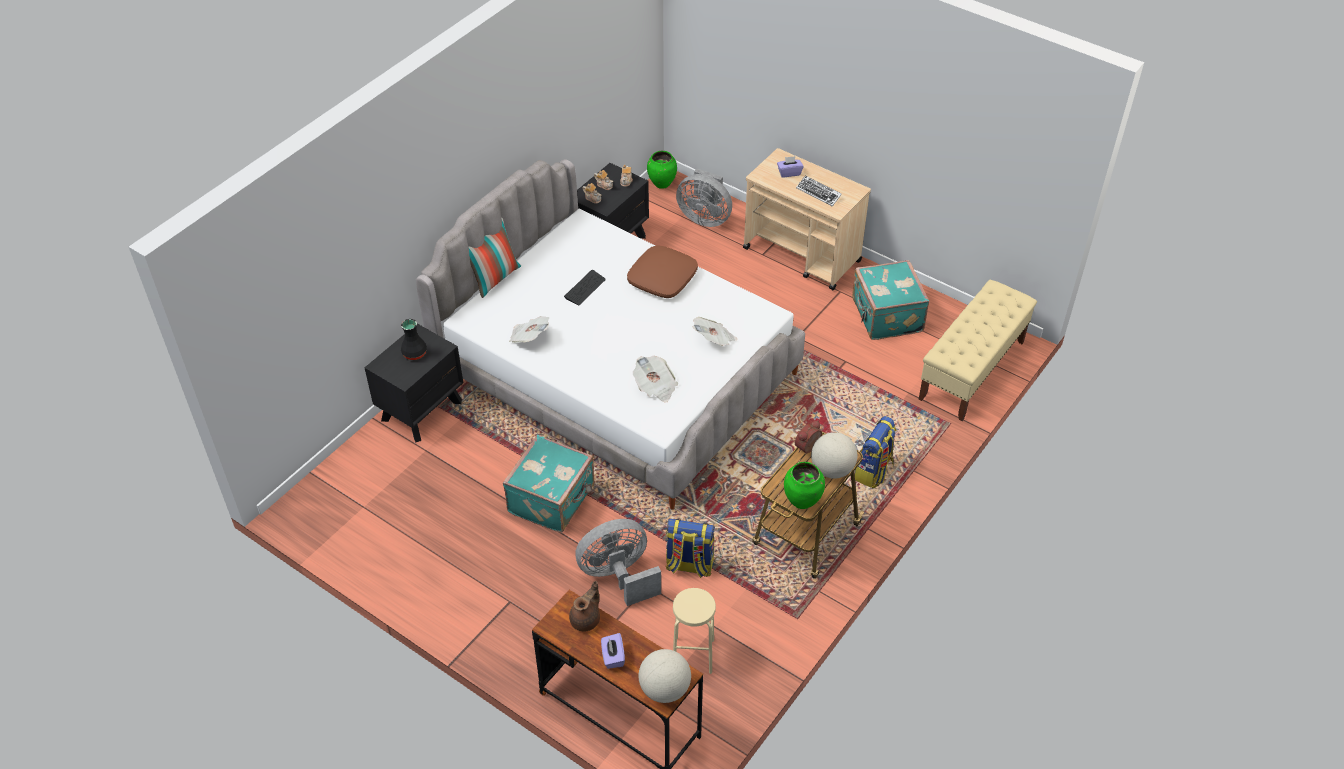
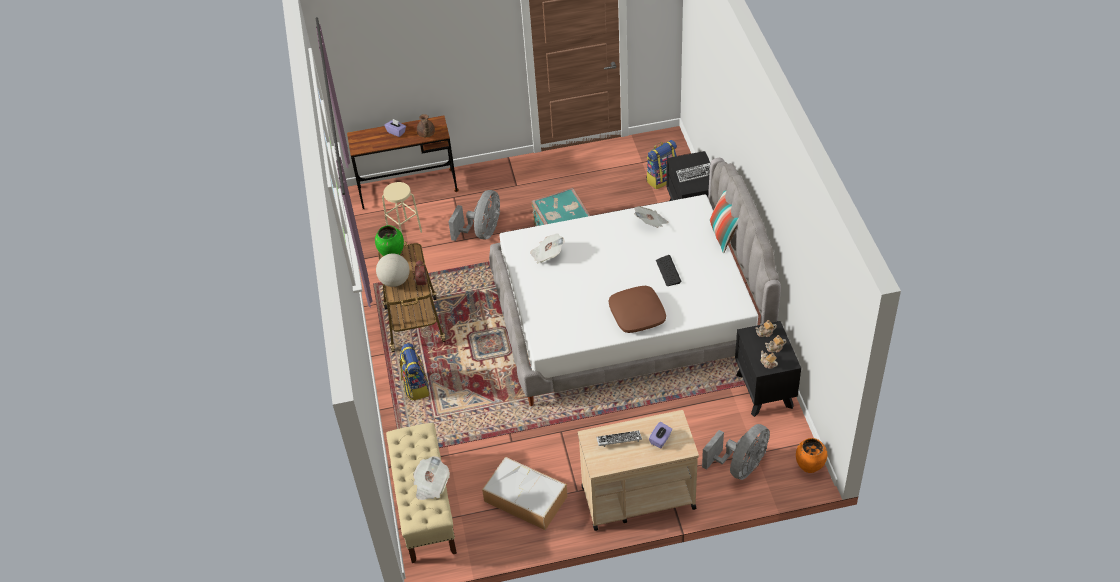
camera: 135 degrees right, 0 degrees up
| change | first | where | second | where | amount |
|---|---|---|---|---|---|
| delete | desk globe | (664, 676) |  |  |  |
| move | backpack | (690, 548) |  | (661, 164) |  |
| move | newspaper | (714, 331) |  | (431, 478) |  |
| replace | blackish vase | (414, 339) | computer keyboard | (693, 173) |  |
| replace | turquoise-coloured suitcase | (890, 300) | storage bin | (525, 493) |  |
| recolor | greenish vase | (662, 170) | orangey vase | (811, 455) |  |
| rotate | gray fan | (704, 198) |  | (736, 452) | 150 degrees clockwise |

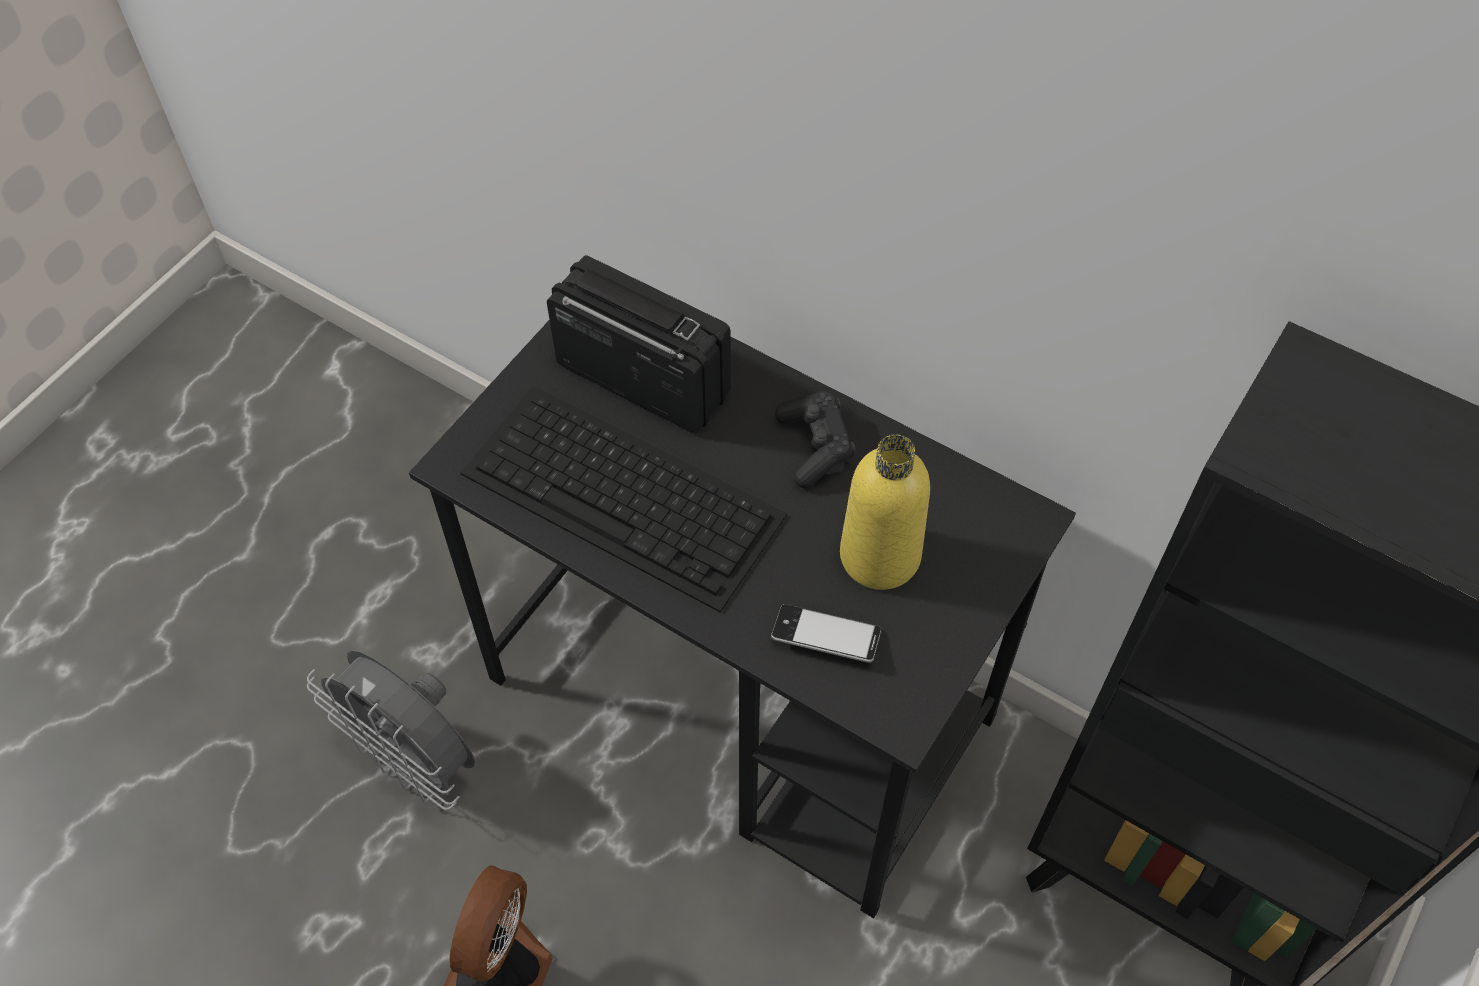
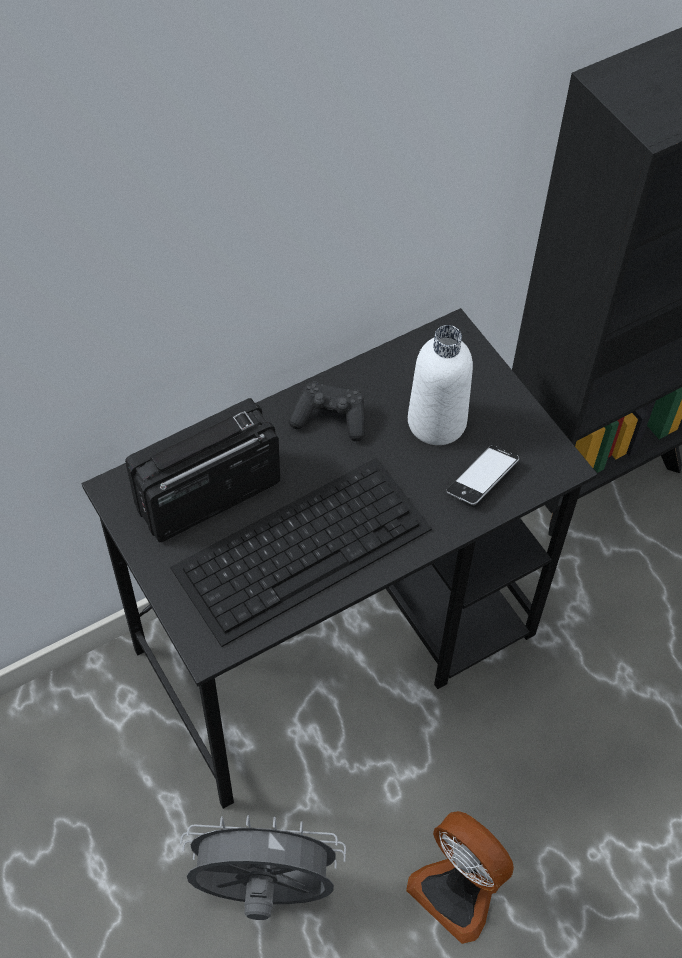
camera: 65 degrees left, 0 degrees up
| change | first | where | second | where | amount |
|---|---|---|---|---|---|
| recolor | yellow-coloured drink bottle | (885, 512) | white-coloured drink bottle | (440, 385) |  |
| rotate | gray fan | (391, 730) |  | (263, 867) | 150 degrees counterclockwise |

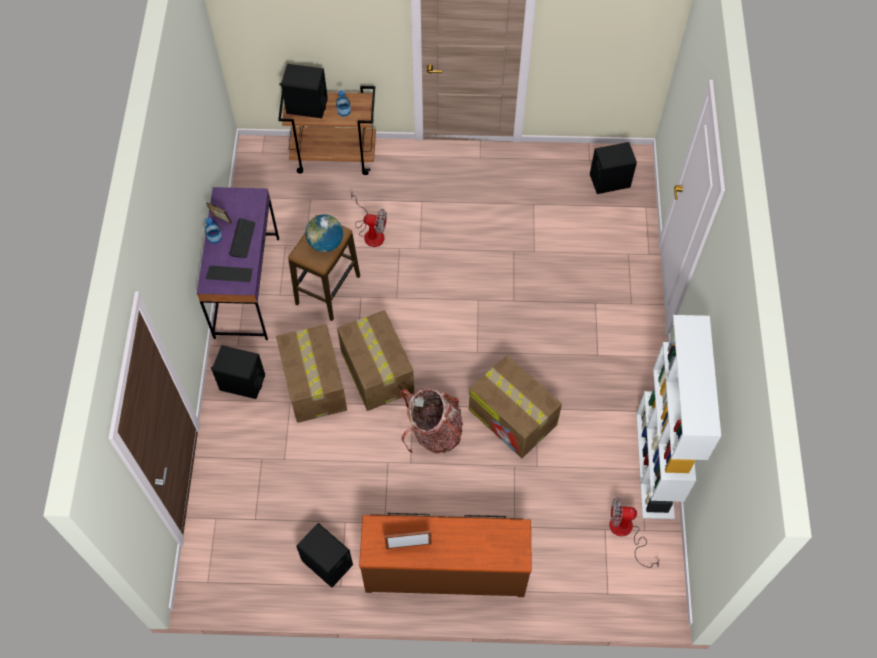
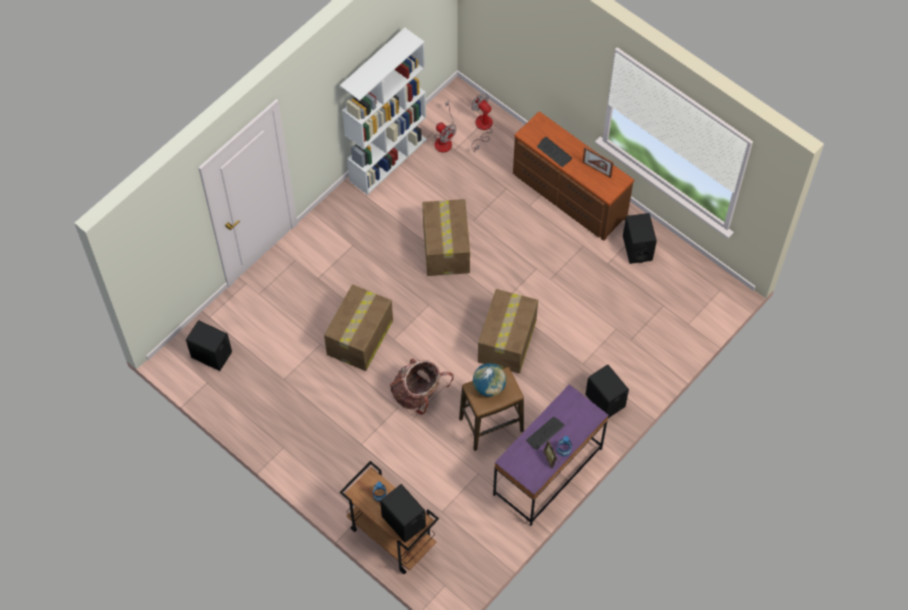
camera: 140 degrees left, 0 degrees up
| change | first | where | second | where | amount |
|---|---|---|---|---|---|
| move | computer keyboard | (229, 274) |  | (554, 152) |  |
| move | cardboard box | (311, 373) |  | (358, 327) |  |
| move | fan | (369, 219) |  | (482, 122) |  |
| move | backpack | (431, 421) |  | (422, 386) |  |

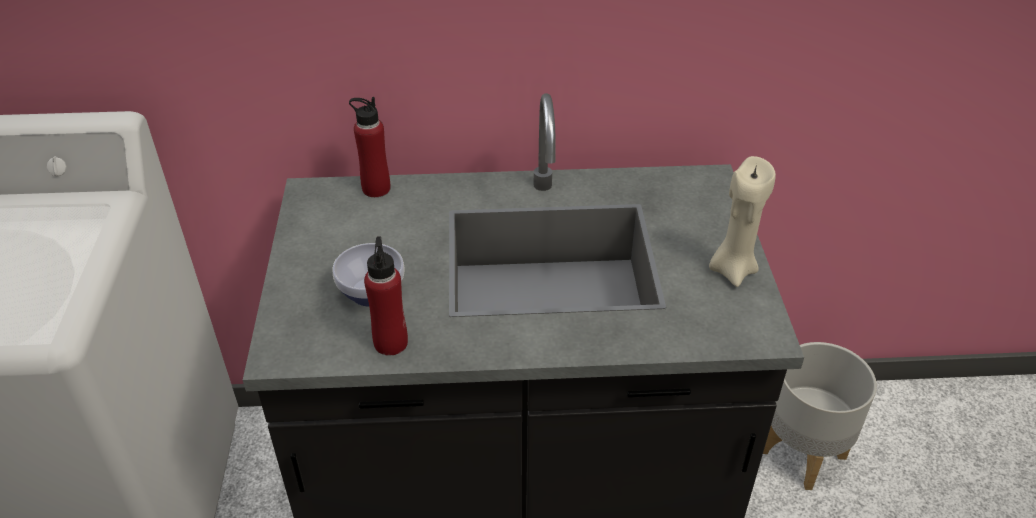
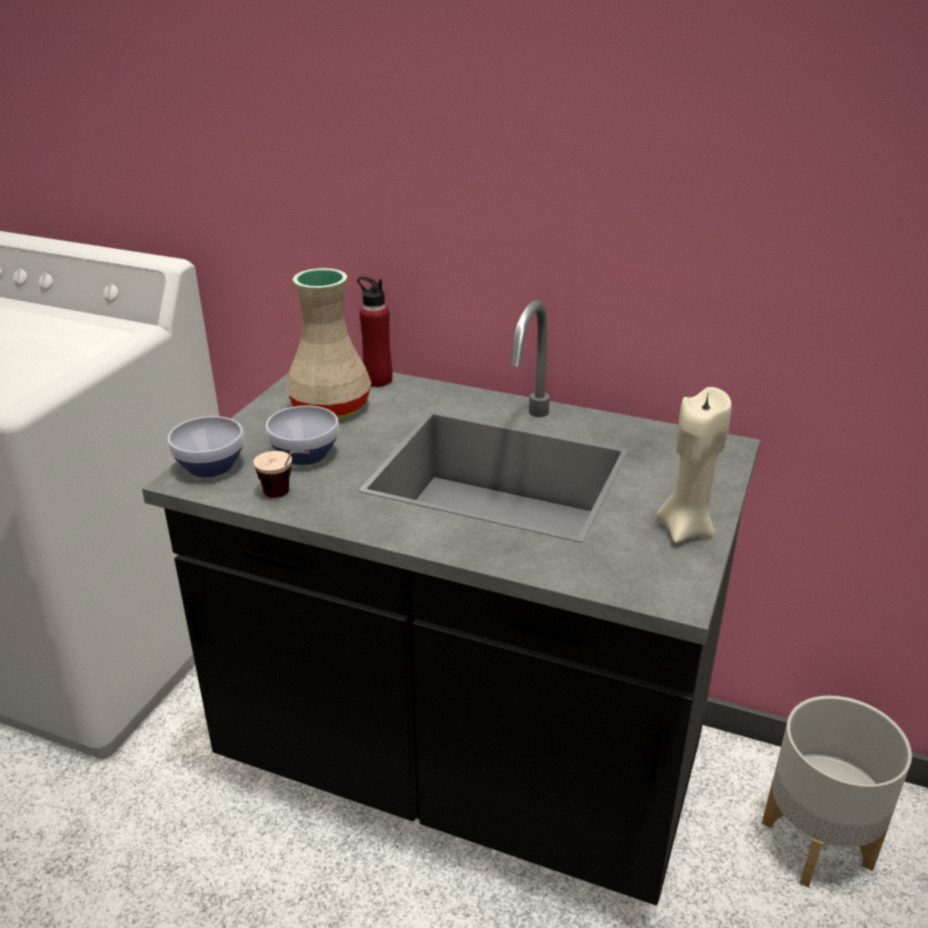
camera: 25 degrees right, 10 degrees down
| change | first | where | second | where | amount |
|---|---|---|---|---|---|
| insert |  |  | bowl | (206, 446) |  |
| insert |  |  | sand-coloured vase | (328, 343) |  |
| replace | reddish drink bottle | (386, 296) | cup | (281, 474) |  |

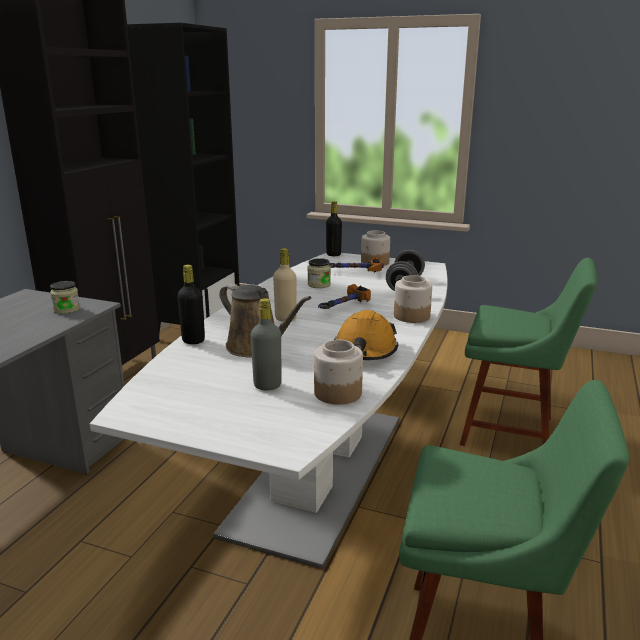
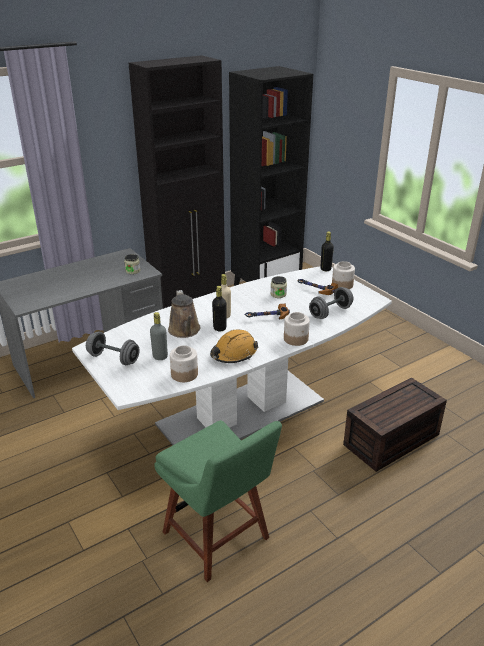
camera: 35 degrees right, 10 degrees up
| change | first | where | second | where | amount |
|---|---|---|---|---|---|
| insert |  |  | gray dumbbell | (113, 348) |  |
| move | blackish drink bottle | (191, 304) |  | (219, 308) |  |
| replace | greenish upright chair | (528, 352) | brown-coloured storage bin | (395, 424) |  |

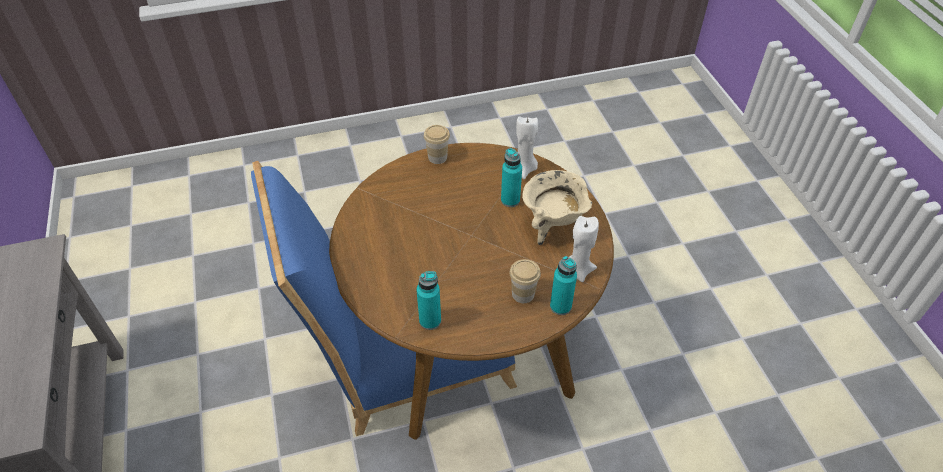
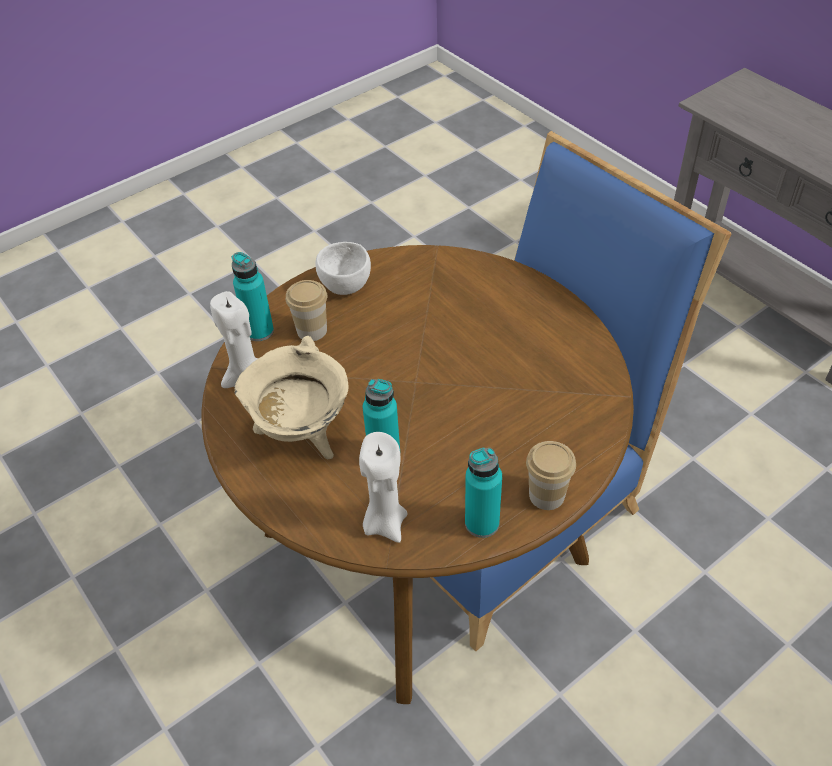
camera: 160 degrees right, 0 degrees up
| change | first | where | second | where | amount |
|---|---|---|---|---|---|
| insert |  |  | white-coloured bowl | (343, 268) |  |
| move | turquoise-coloured drink bottle | (428, 300) |  | (483, 493) |  |

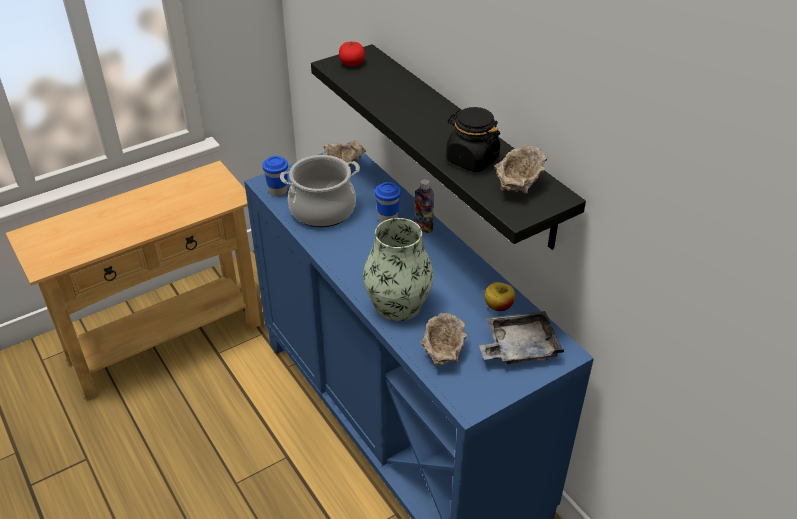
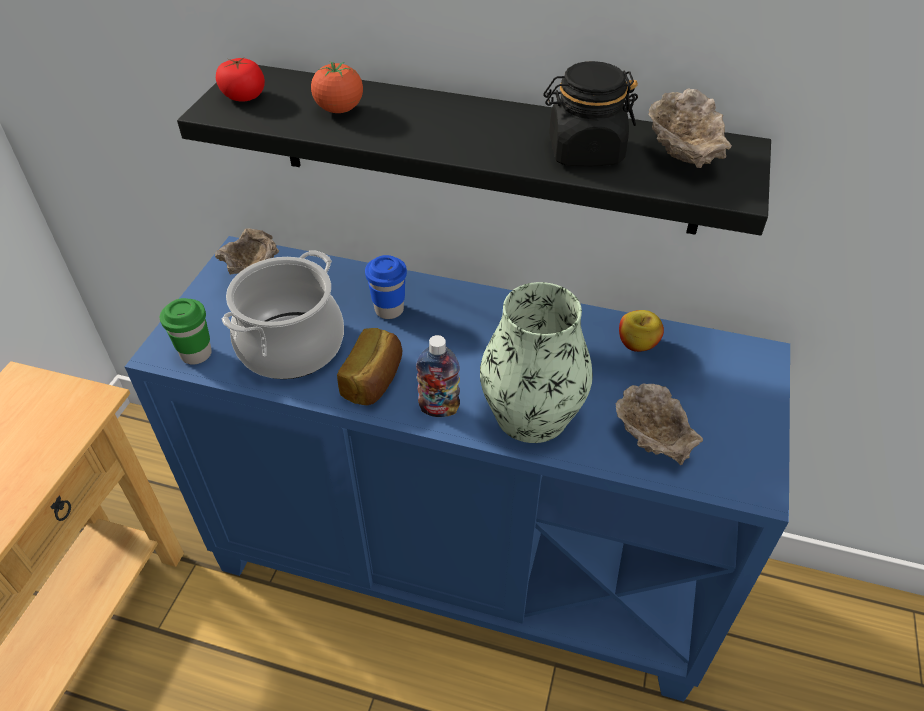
camera: 40 degrees left, 5 degrees up
| change | first | where | second | where | amount |
|---|---|---|---|---|---|
| delete | gray serving tray | (521, 337) |  |  |  |
| insert |  |  | tomato | (337, 87) |  |
| insert |  |  | baked bread | (369, 366) |  |
| move | drink bottle | (424, 206) |  | (438, 376) |  |
| recolor | bluish cup | (275, 176) | greenish cup | (186, 331) |  |

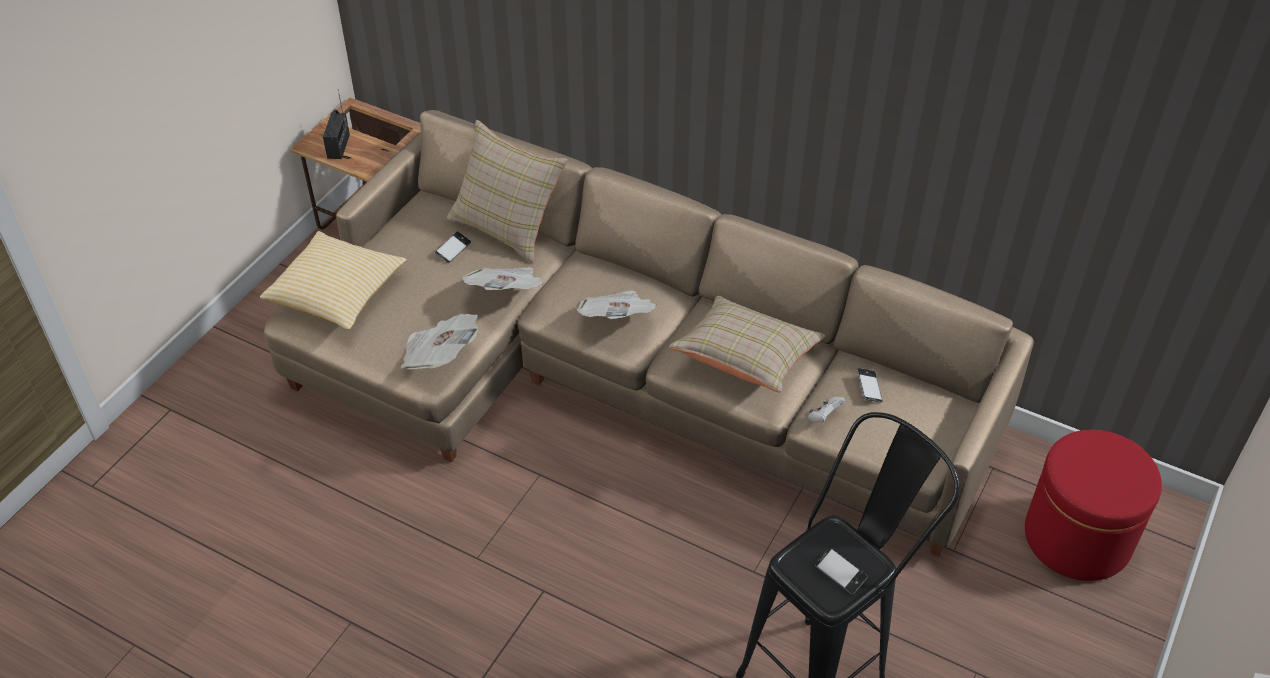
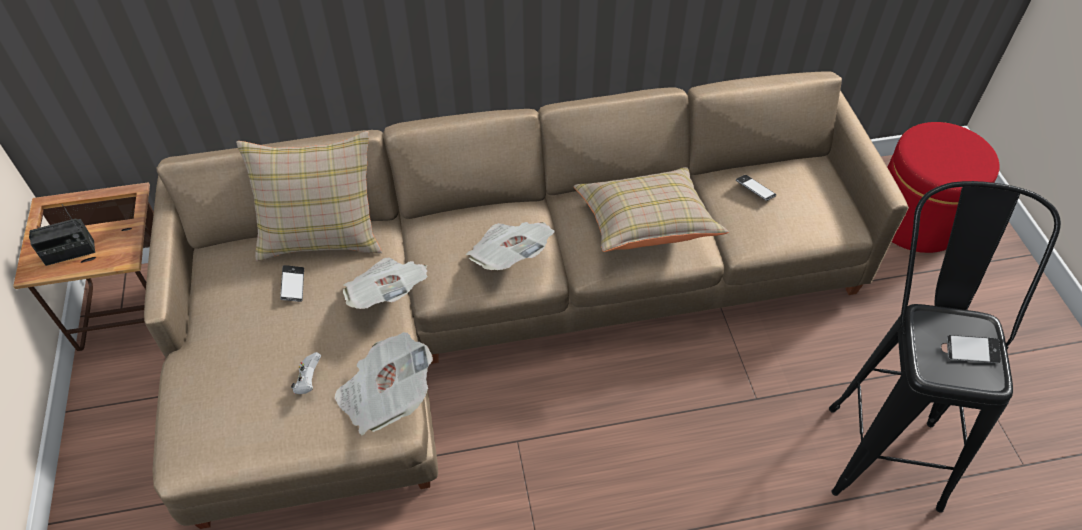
camera: 40 degrees left, 5 degrees up
| change | first | where | second | where | amount |
|---|---|---|---|---|---|
| delete | cushion | (333, 280) |  |  |  |
| move | white-coloured gamepad | (827, 410) |  | (306, 373) |  |
| rotate | radio receiver | (336, 125) |  | (62, 235) | 105 degrees clockwise |

